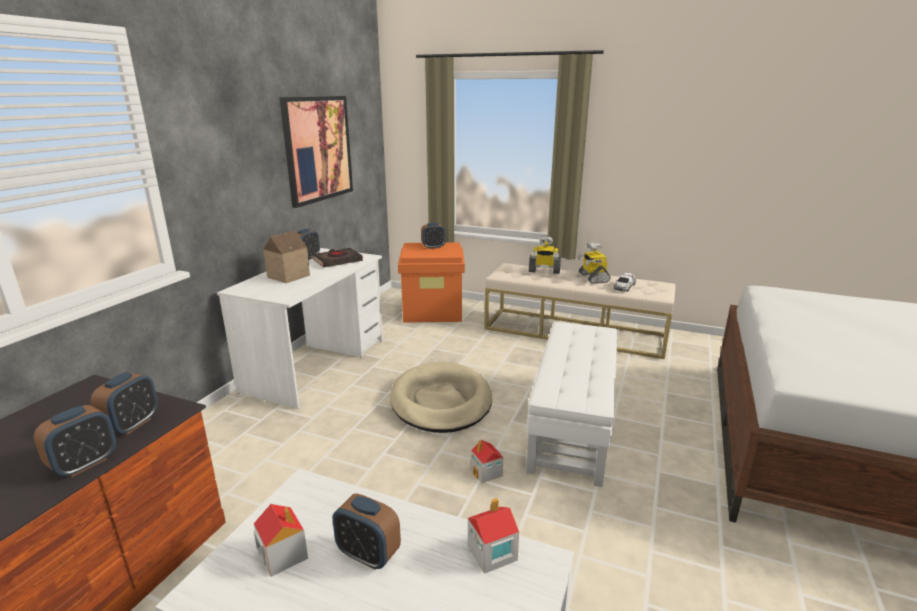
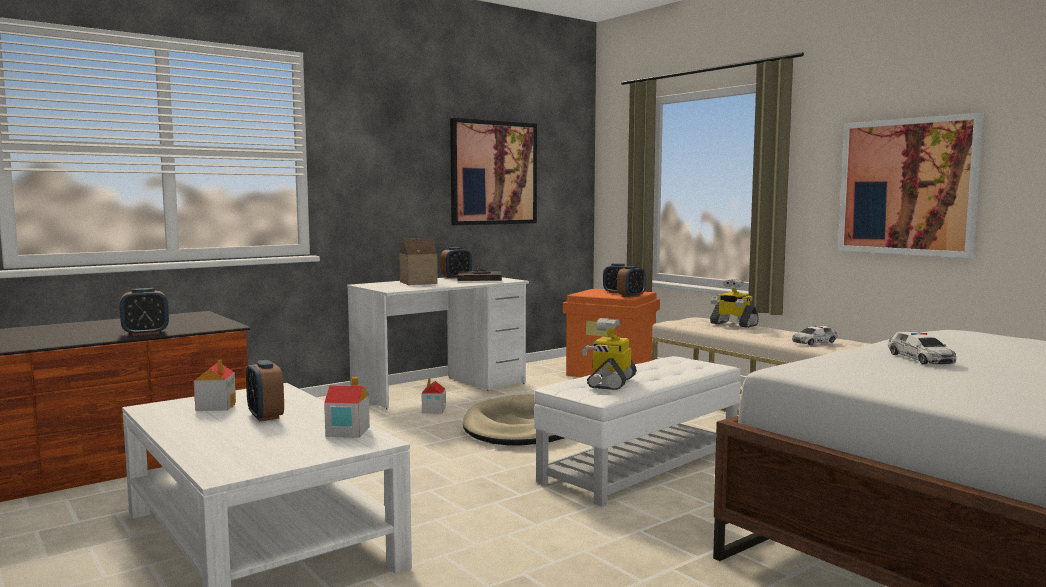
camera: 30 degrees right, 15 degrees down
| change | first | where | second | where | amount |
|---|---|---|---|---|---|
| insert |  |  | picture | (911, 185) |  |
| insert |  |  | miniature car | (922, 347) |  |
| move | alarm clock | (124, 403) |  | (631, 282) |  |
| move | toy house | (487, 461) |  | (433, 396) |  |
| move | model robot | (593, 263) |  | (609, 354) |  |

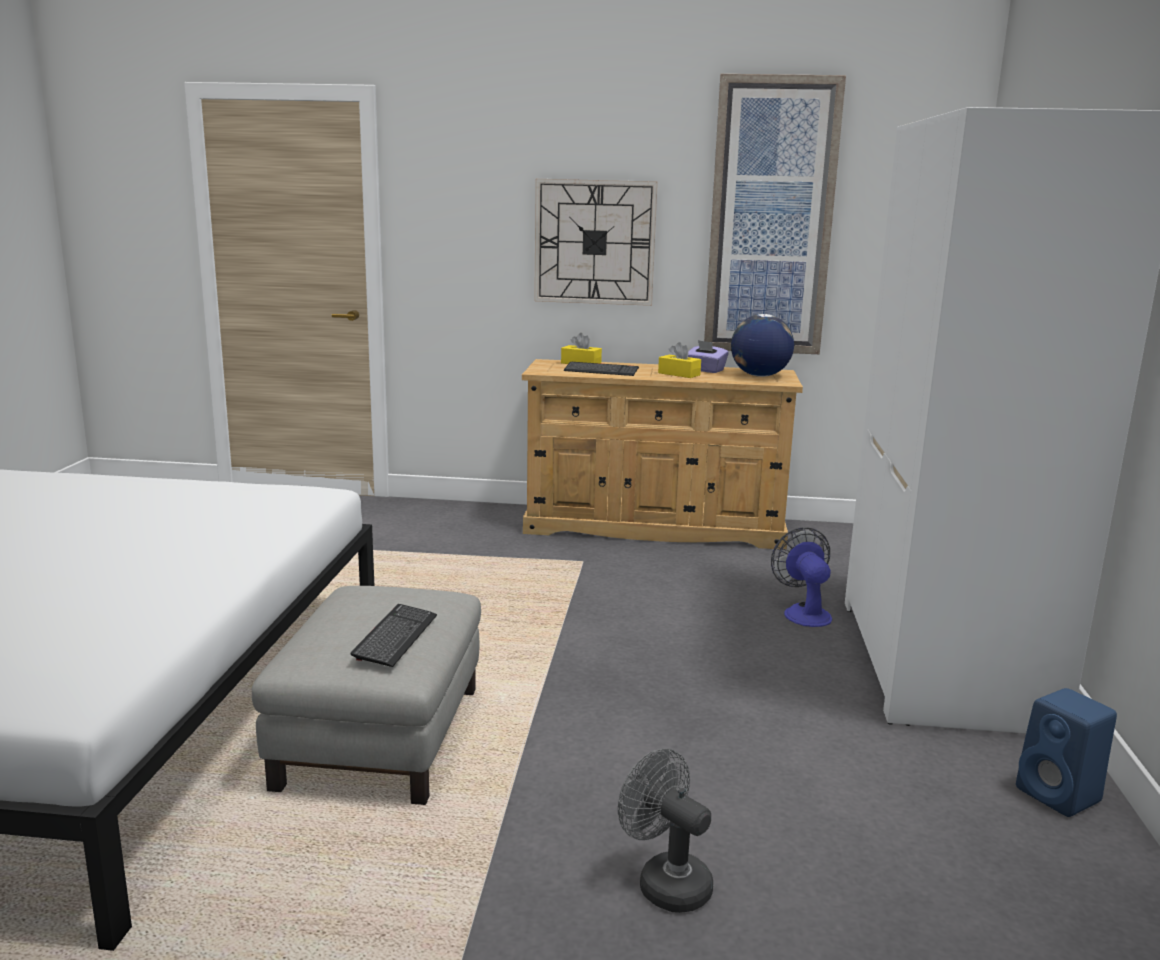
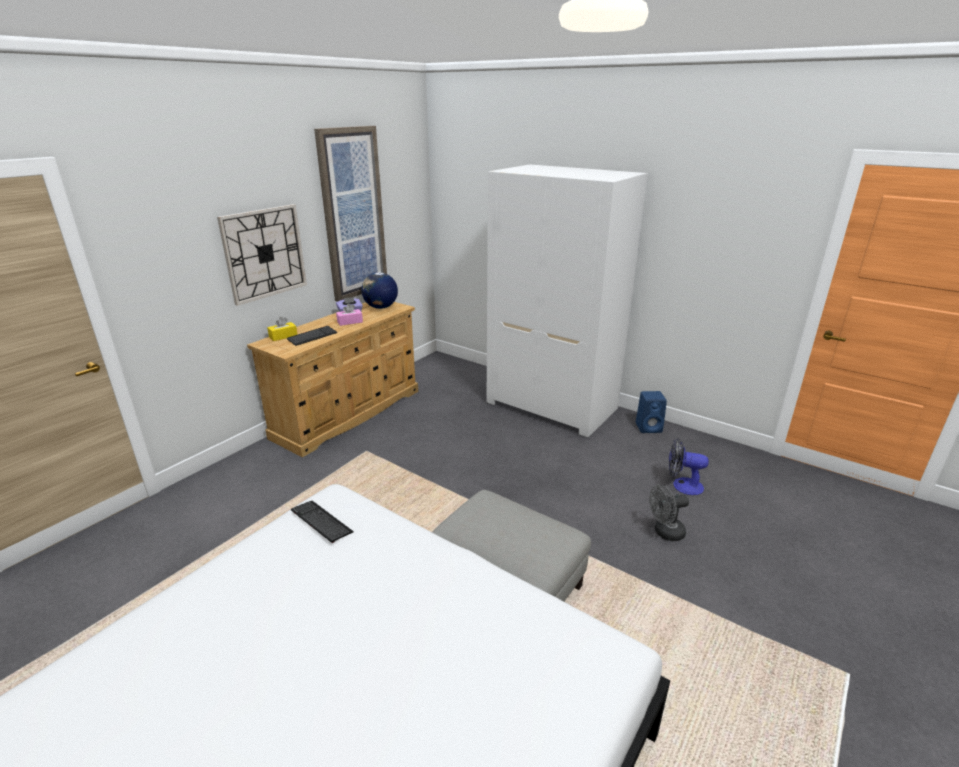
camera: 60 degrees left, 10 degrees up
| change | first | where | second | where | amount |
|---|---|---|---|---|---|
| move | computer keyboard | (394, 635) |  | (322, 522) |  |
| move | fan | (801, 577) |  | (689, 466) |  |
| recolor | yellow-coloured tissue box | (679, 360) | pink tissue box | (349, 314) |  |

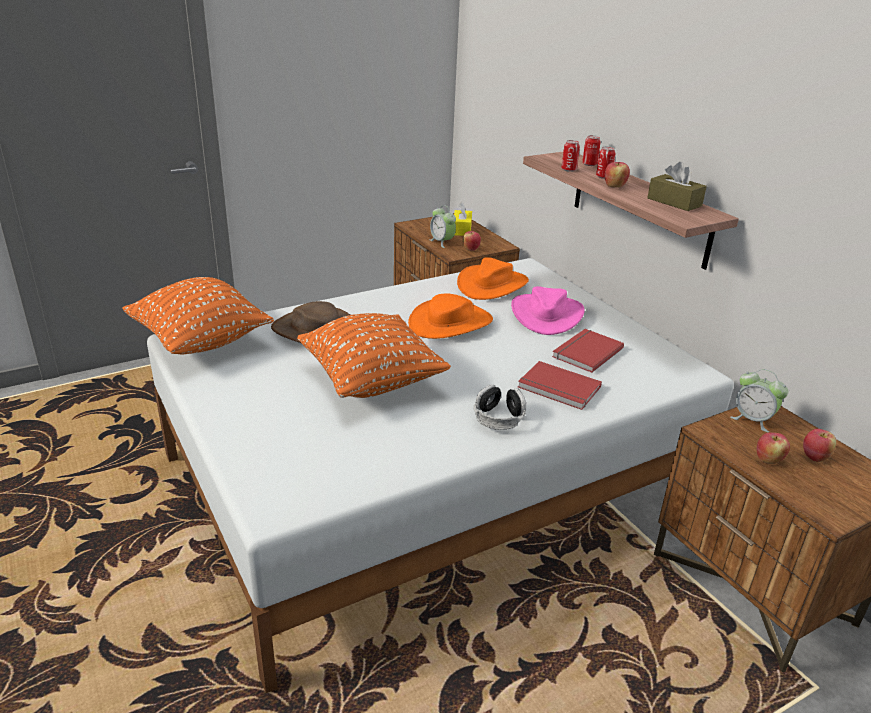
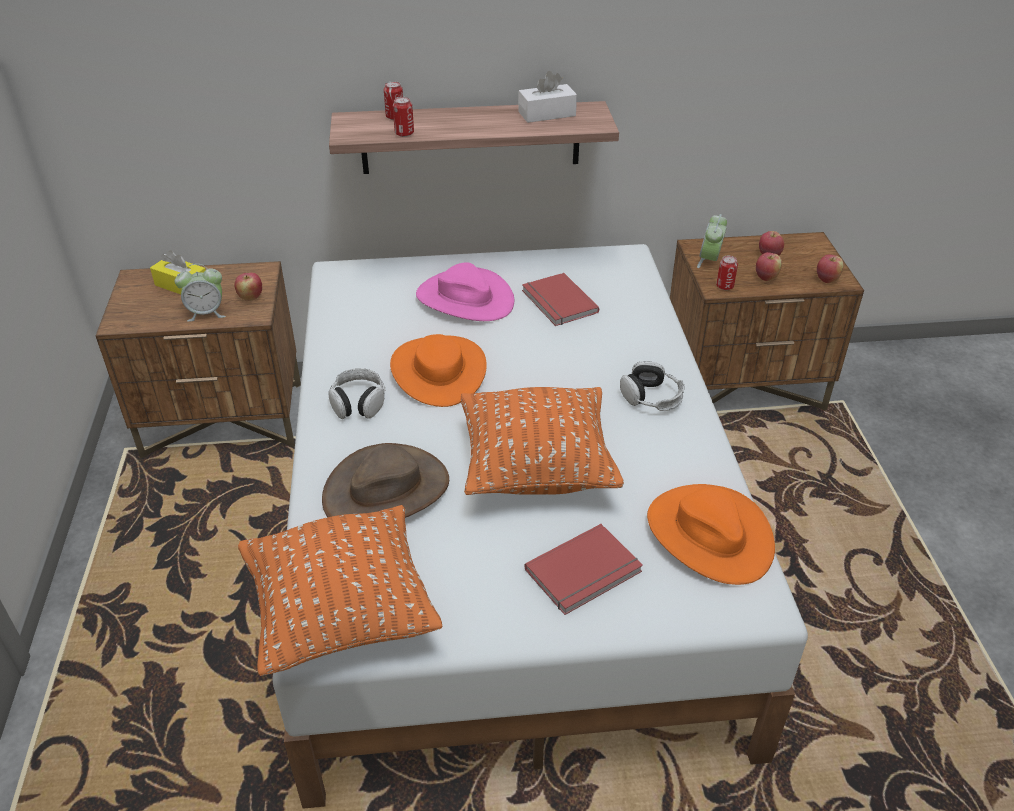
camera: 65 degrees left, 10 degrees up
| change | first | where | second | where | amount |
|---|---|---|---|---|---|
| insert |  |  | headset | (356, 393) |  |
| move | orangey hat | (493, 278) |  | (711, 534) |  |
| move | reddish book | (560, 385) |  | (583, 569) |  |
| move | can | (606, 162) |  | (727, 273) |  |
| move | apple fruit | (617, 175) |  | (830, 269) |  |
| recolor | brown-coloured tissue box | (677, 186) | white-coloured tissue box | (548, 97) |  |
| rotate | alarm clock | (759, 400) |  | (712, 241) | 135 degrees clockwise |

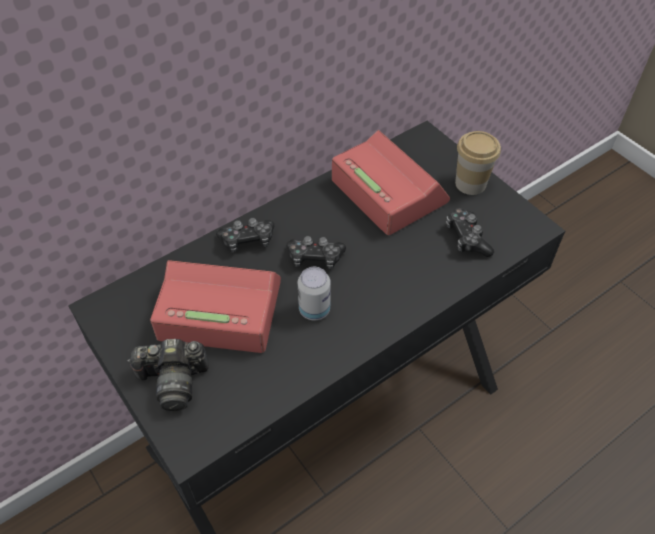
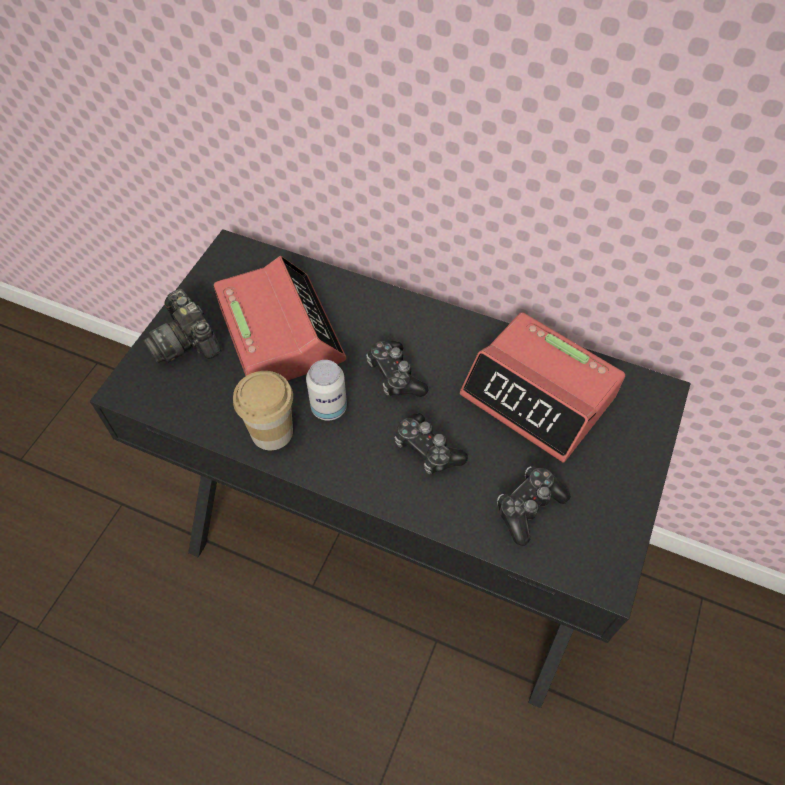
camera: 60 degrees right, 5 degrees up
| change | first | where | second | where | amount |
|---|---|---|---|---|---|
| move | gamepad | (245, 235) |  | (431, 443) |  |
| move | cup | (478, 163) |  | (263, 410) |  |
| rotate | alarm clock | (391, 182) |  | (542, 387) | 105 degrees clockwise |

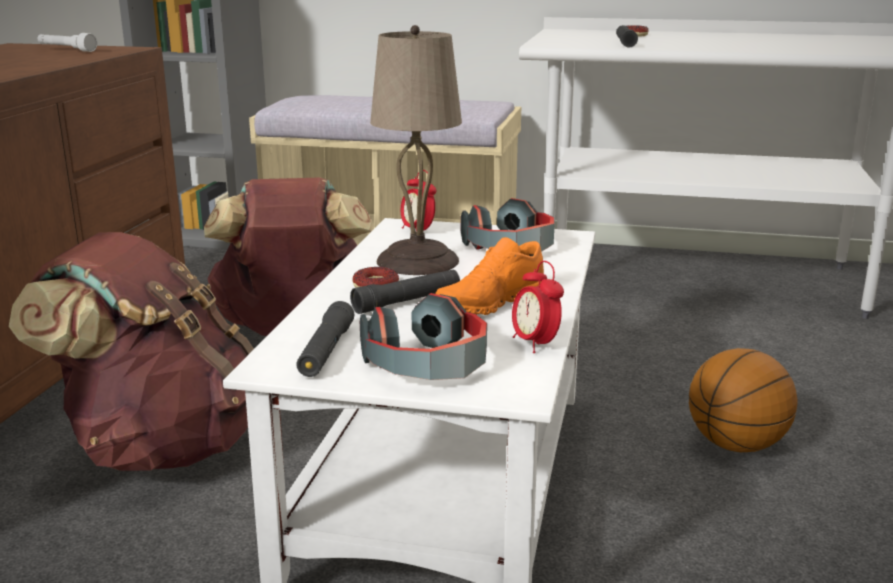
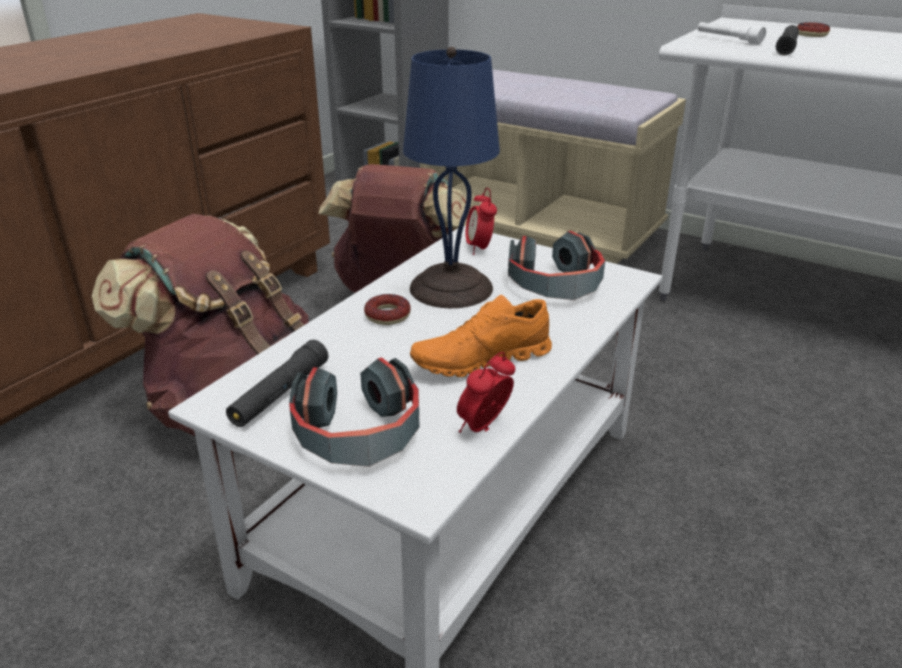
camera: 20 degrees right, 10 degrees up
| change | first | where | second | where | amount |
|---|---|---|---|---|---|
| delete | blackish hand torch | (405, 292) |  |  |  |
| delete | ball for basketball | (743, 400) |  |  |  |
| move | white-coloured hand torch | (67, 42) |  | (732, 33) |  |
| recolor | sand-coloured table lamp | (416, 150) | bluish table lamp | (451, 177) |  |
| rotate | alarm clock | (538, 307) |  | (486, 392) | 45 degrees clockwise |

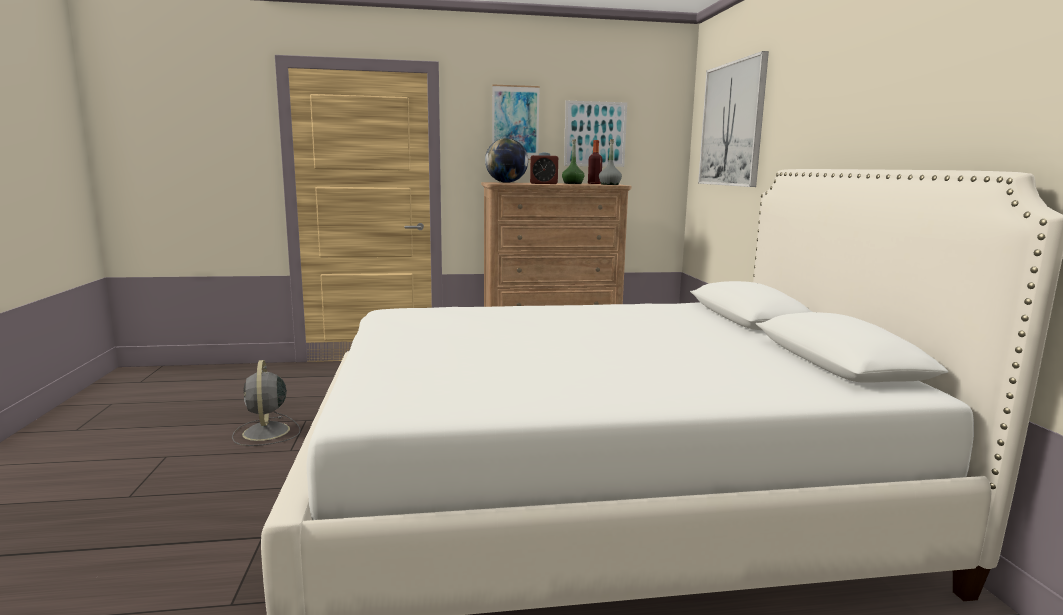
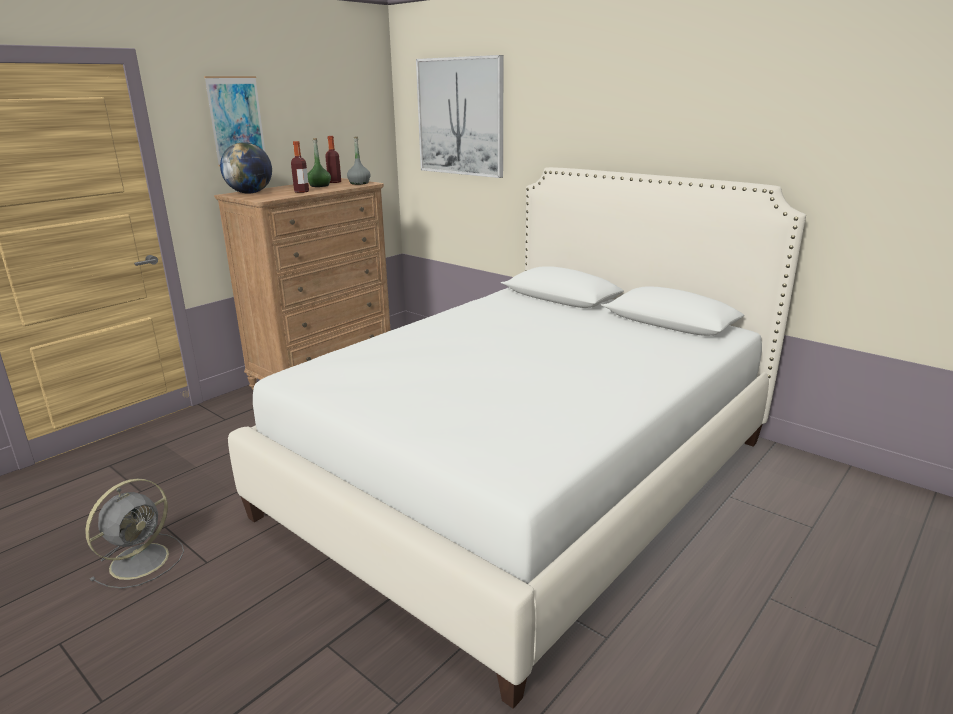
camera: 40 degrees left, 10 degrees up
| change | first | where | second | where | amount |
|---|---|---|---|---|---|
| delete | picture | (595, 134) |  |  |  |
| replace | alarm clock | (544, 168) | drink bottle | (300, 167) |  |
| rotate | gray fan | (266, 403) |  | (134, 534) | 90 degrees counterclockwise |

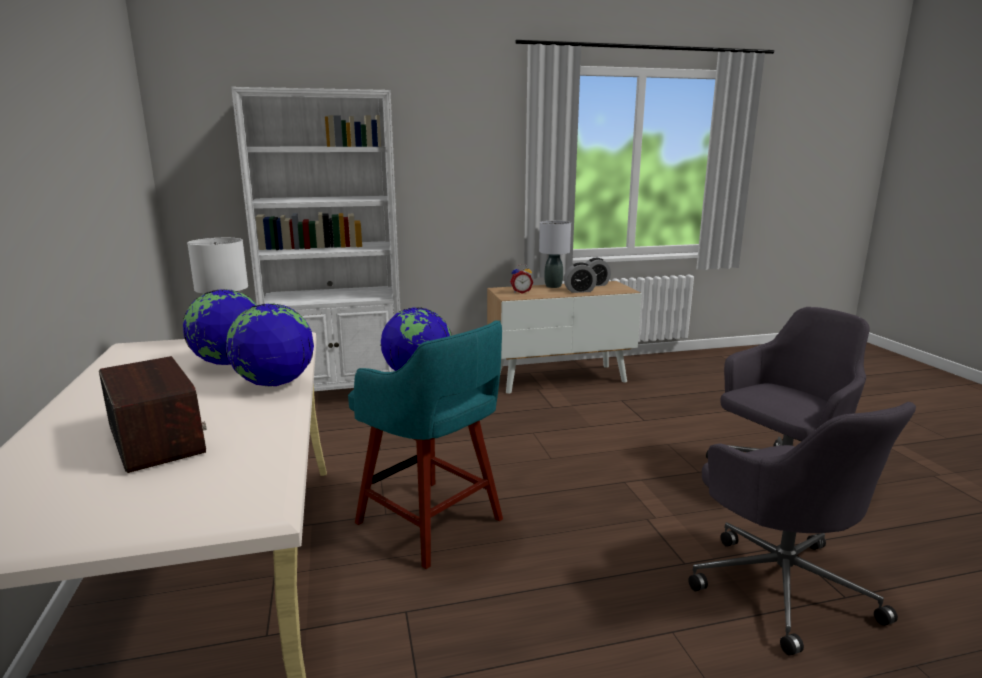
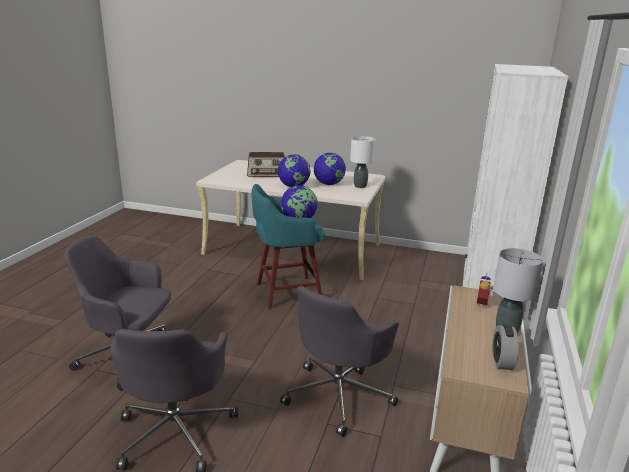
camera: 120 degrees right, 5 degrees up
| change | first | where | second | where | amount |
|---|---|---|---|---|---|
| delete | alarm clock | (580, 277) |  |  |  |
| insert |  |  | gray computer chair | (339, 361) |  |

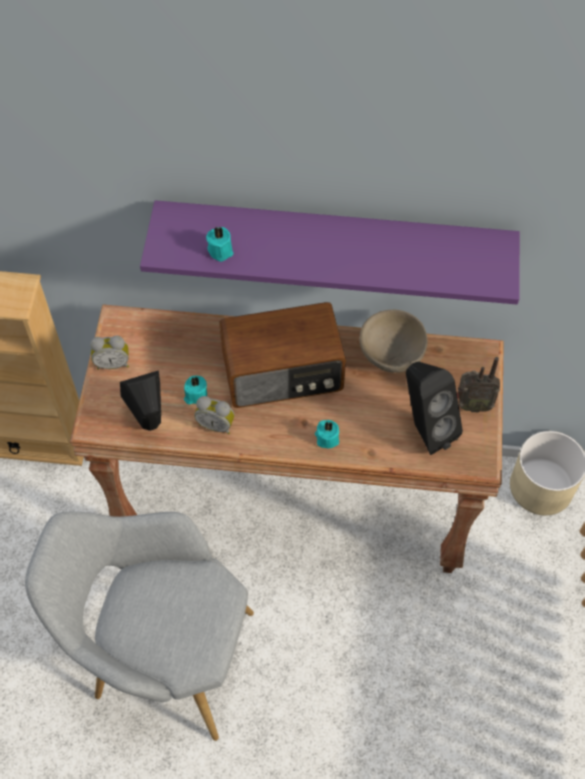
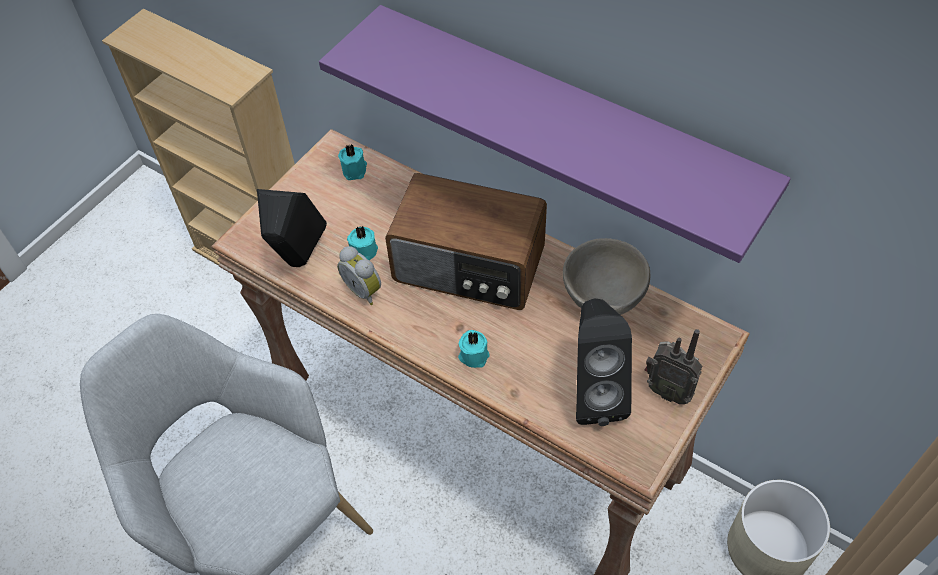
camera: 30 degrees right, 5 degrees down
| change | first | where | second | where | amount |
|---|---|---|---|---|---|
| delete | alarm clock | (109, 353) |  |  |  |
| move | turquoise-coloured candle | (219, 244) |  | (352, 162) |  |

